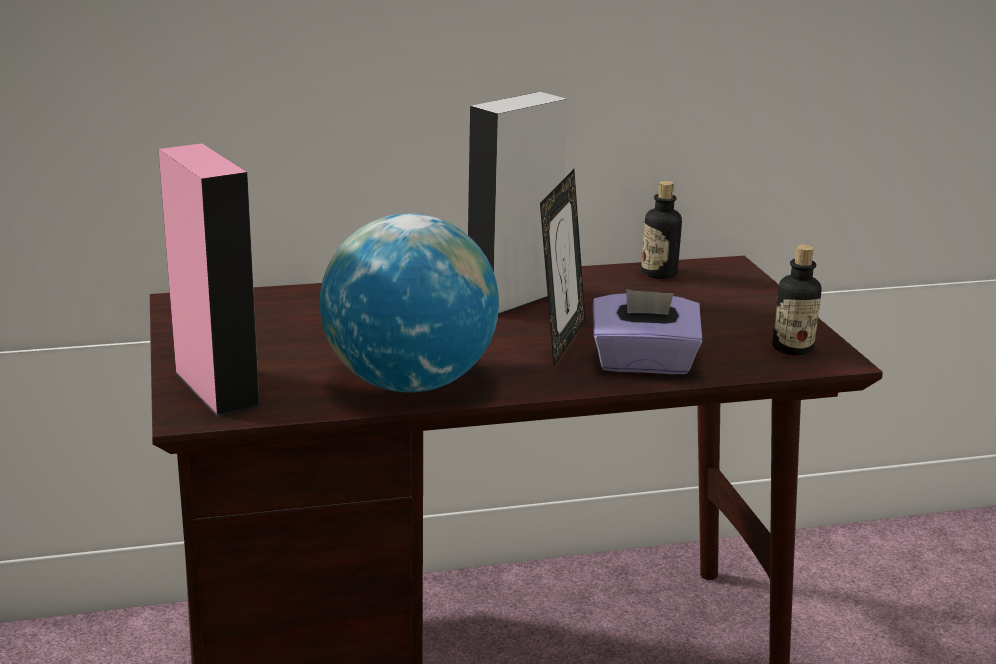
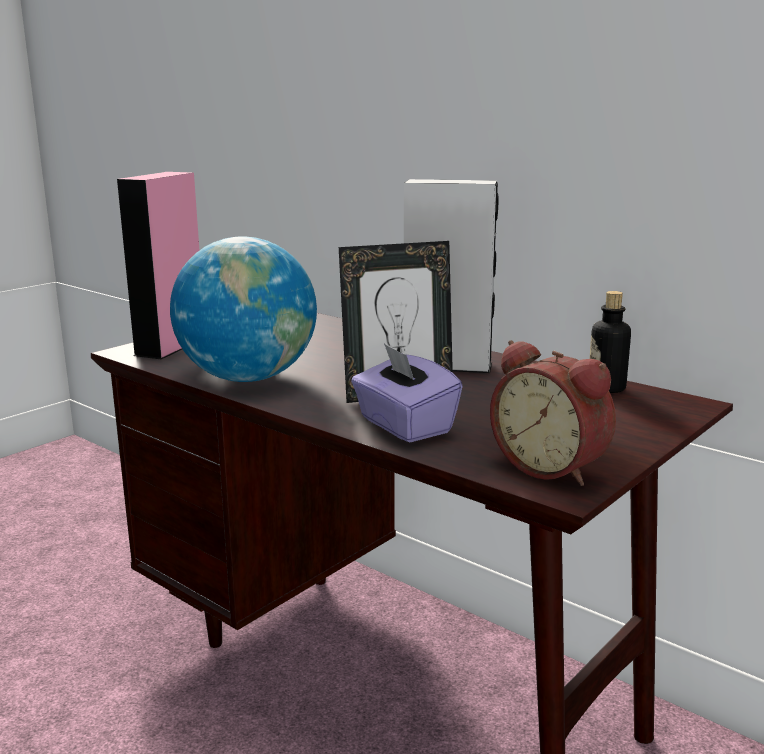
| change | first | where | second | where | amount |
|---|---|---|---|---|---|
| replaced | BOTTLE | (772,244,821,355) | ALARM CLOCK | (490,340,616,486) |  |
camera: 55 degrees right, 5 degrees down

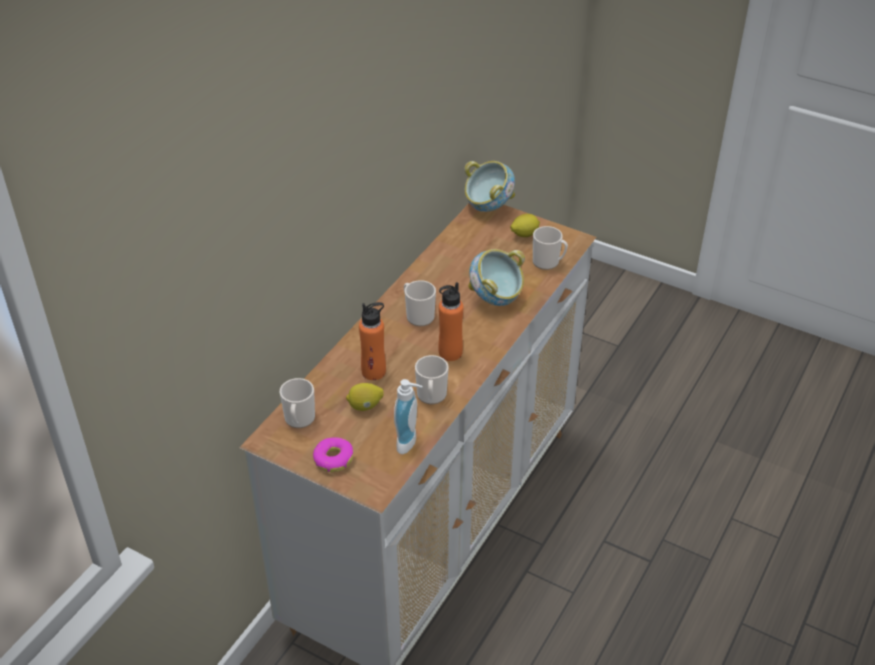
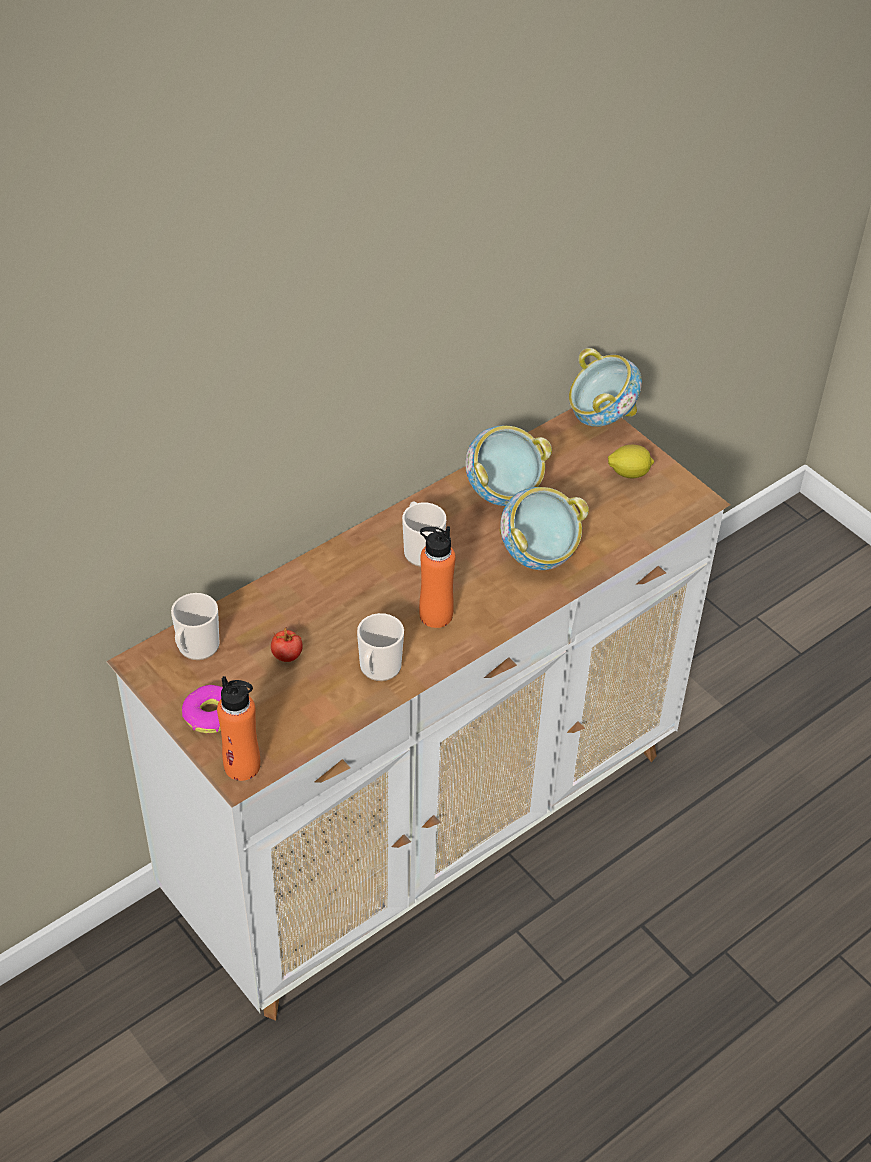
| change | first | where | second | where | amount |
|---|---|---|---|---|---|
| replaced | LEMON | (346,383,384,411) | TOMATO | (271,627,303,662) |  |
| moved | ORANGEY BOTTLE | (359,302,386,380) |  | (217,676,260,781) |  |
| removed | SOAP BOTTLE | (394,379,423,454) |  |  |  |
| removed | COFFEE MUG | (533,226,568,270) |  |  |  |
| added |  |  | BOWL | (466,426,552,506) |  |
camera: 20 degrees right, 5 degrees up

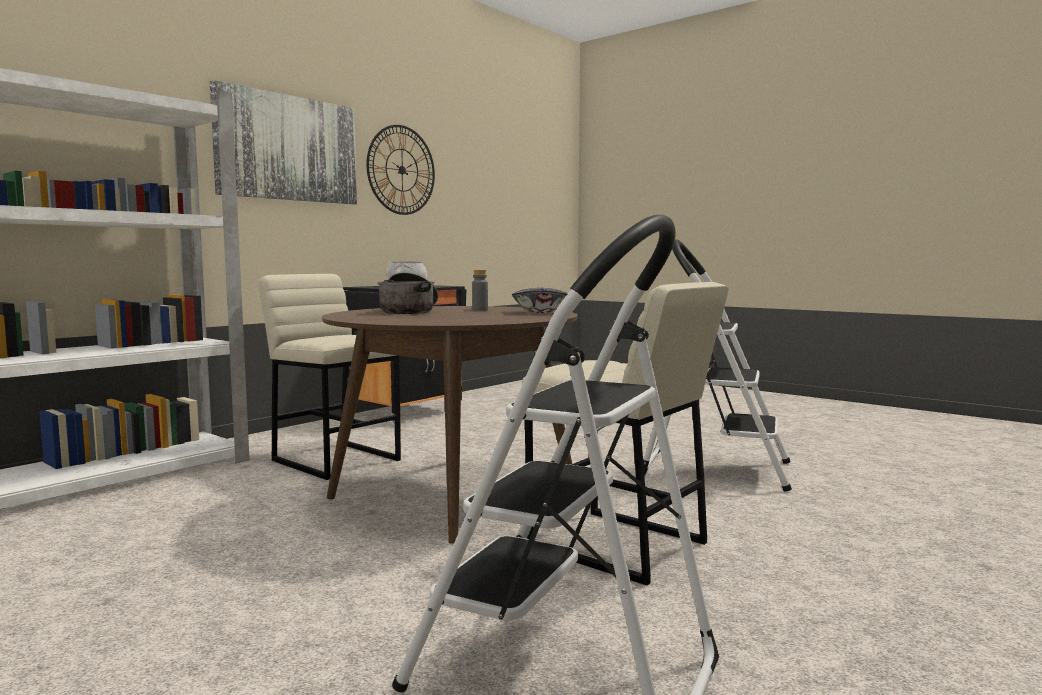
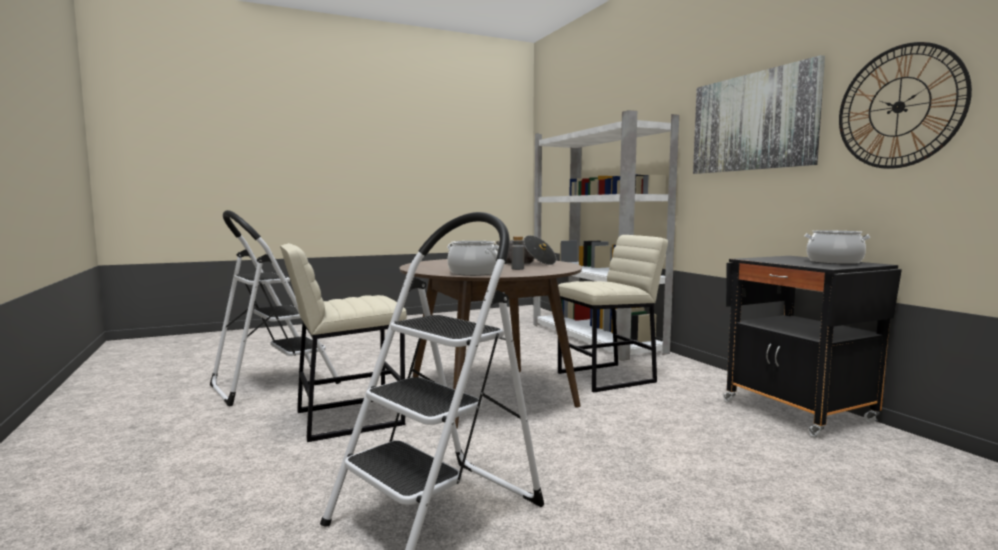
| change | first | where | second | where | amount |
|---|---|---|---|---|---|
| replaced | BOWL | (512,288,568,313) | STOCKPOT | (447,241,499,276) |  |
camera: 115 degrees right, 0 degrees up

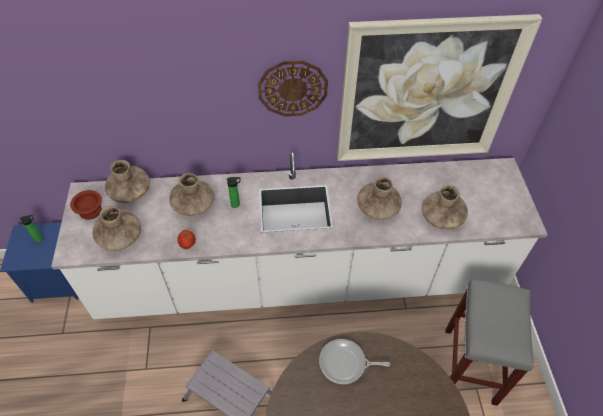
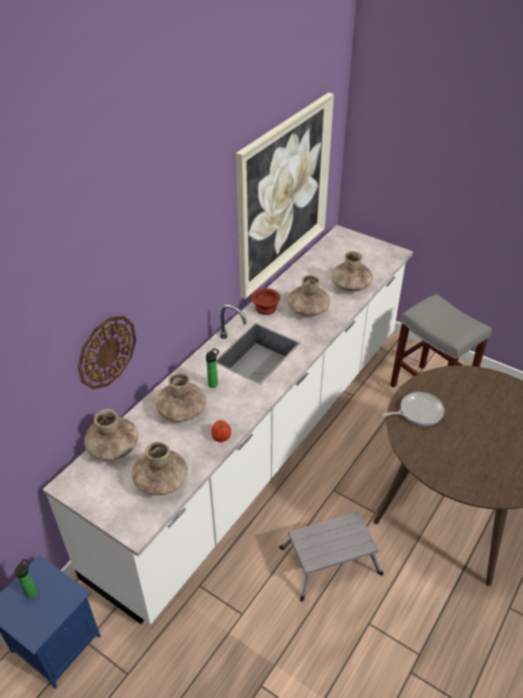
| change | first | where | second | where | amount |
|---|---|---|---|---|---|
| moved | BROWNISH BOWL | (70,190,102,220) |  | (252,288,280,315) |  |
| moved | CLOCK ON THE WALL | (258,60,328,116) |  | (78,316,136,390) |  |
| turned | FRYING PAN | (319,339,390,384) |  | (382,392,444,426) | 150 degrees counterclockwise |
camera: 50 degrees left, 10 degrees down

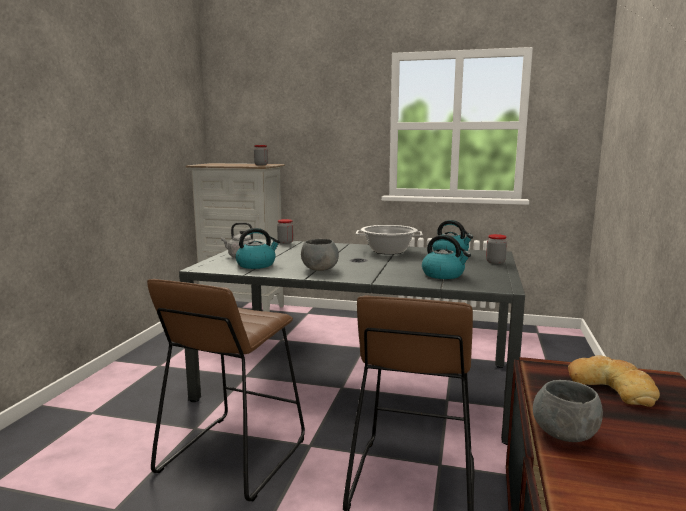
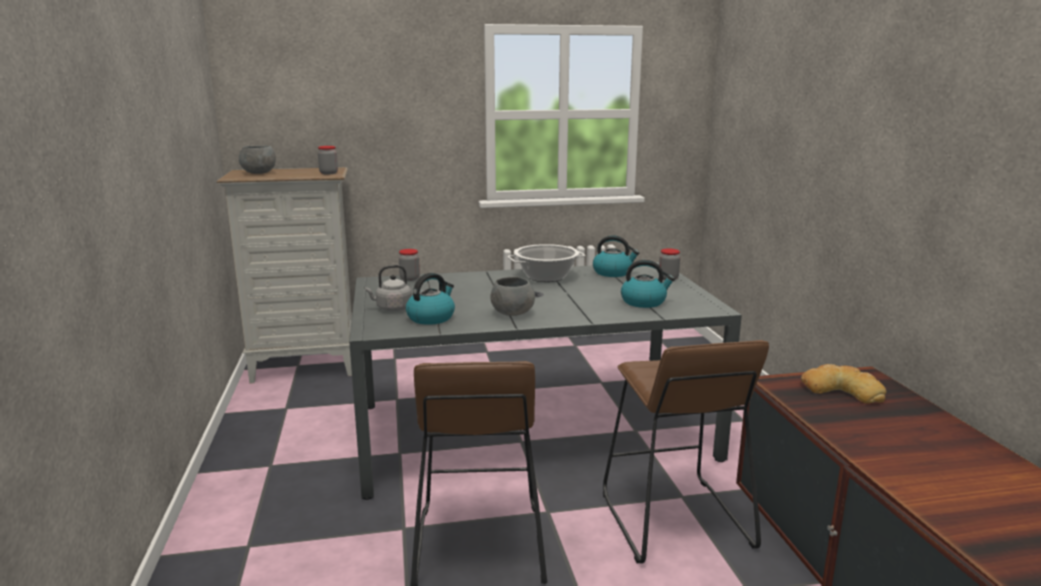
| change | first | where | second | where | amount |
|---|---|---|---|---|---|
| moved | GREY BOWL | (533,380,603,442) |  | (239,145,276,174) |  |
camera: 25 degrees left, 5 degrees up

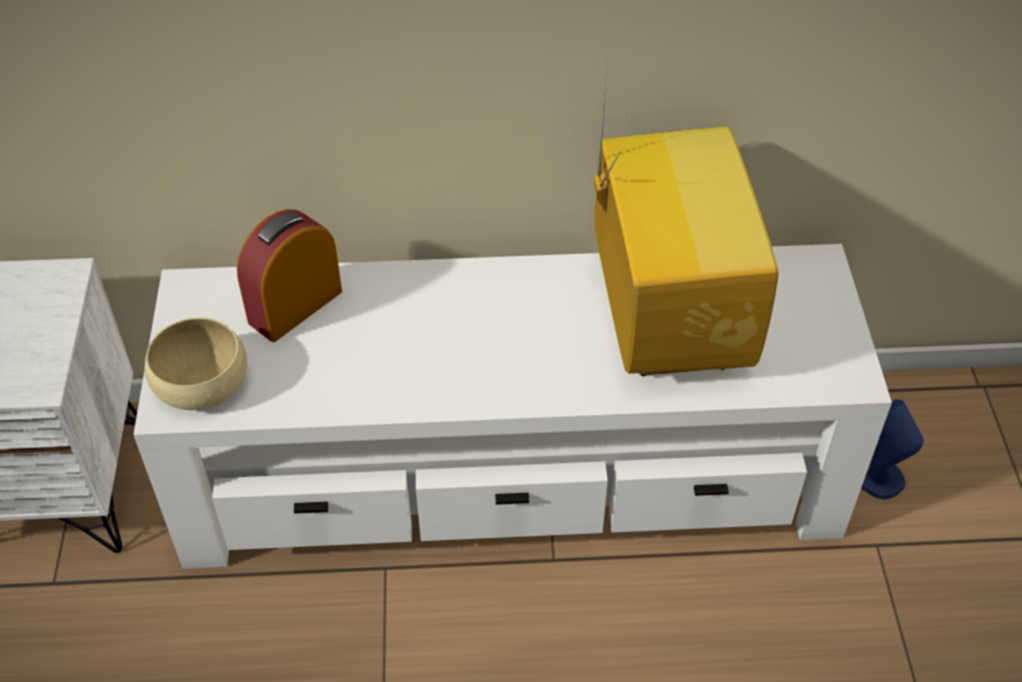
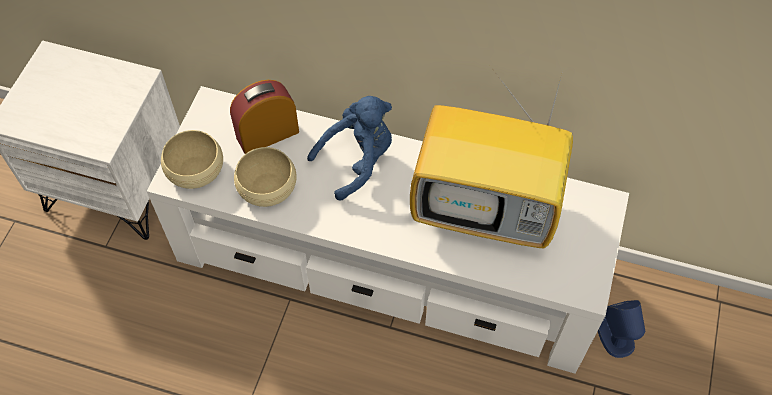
| change | first | where | second | where | amount |
|---|---|---|---|---|---|
| turned | TV | (594,63,778,376) |  | (410,67,573,248) | 90 degrees clockwise |
| added |  |  | BEIGE-COLOURED BOWL | (234,147,297,207) |  |
| added |  |  | BLUE-COLOURED SOFT TOY | (307,96,392,201) |  |
camera: 20 degrees right, 10 degrees up

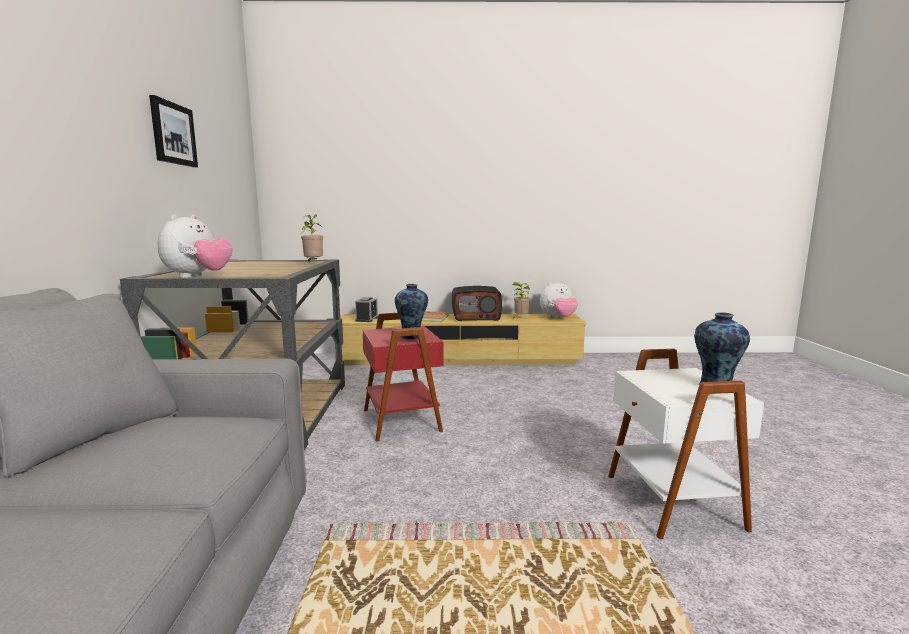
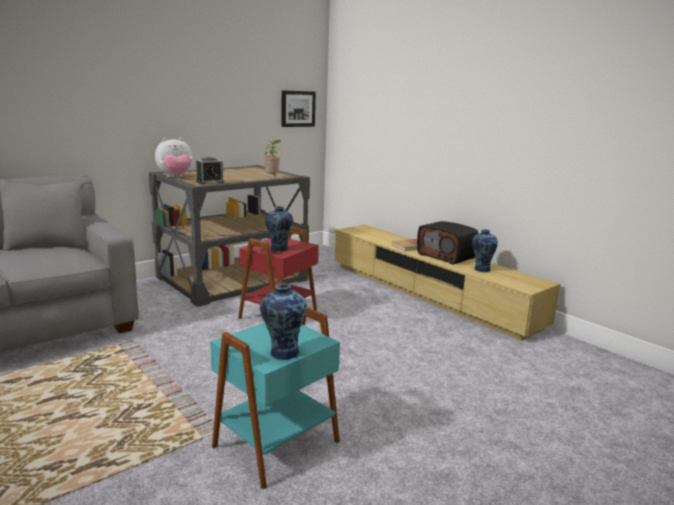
| change | first | where | second | where | amount |
|---|---|---|---|---|---|
| moved | PICTURE | (149,95,198,167) |  | (281,90,316,127) |  |
| moved | ALARM CLOCK | (355,297,378,322) |  | (196,157,225,184) |  |
| replaced | HOUSEPLANT | (512,282,530,318) | DECORATIVE VASE | (472,229,498,272) |  |
| removed | SOFT TOY | (540,281,578,318) |  |  |  |
| recoloured | WHITE END TABLE | (608,349,764,539) | BLUE-GREEN END TABLE | (210,307,340,489) |  |
camera: 50 degrees right, 5 degrees up

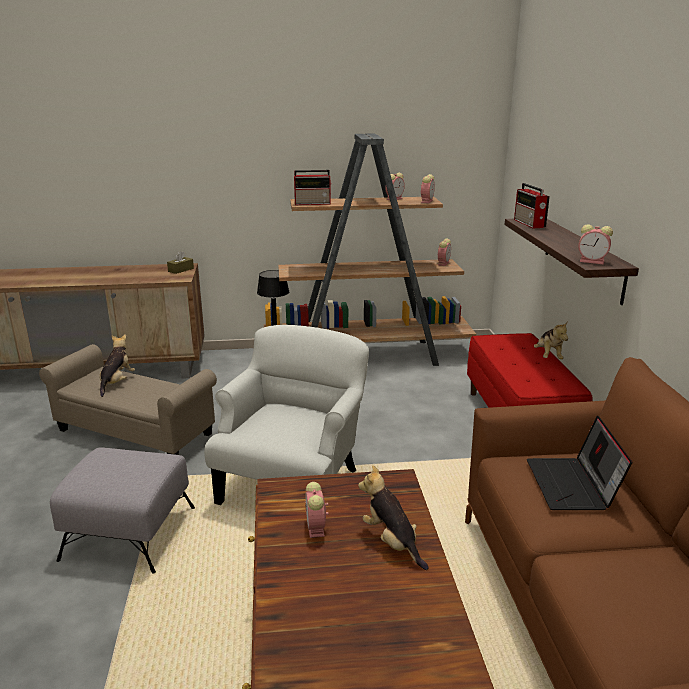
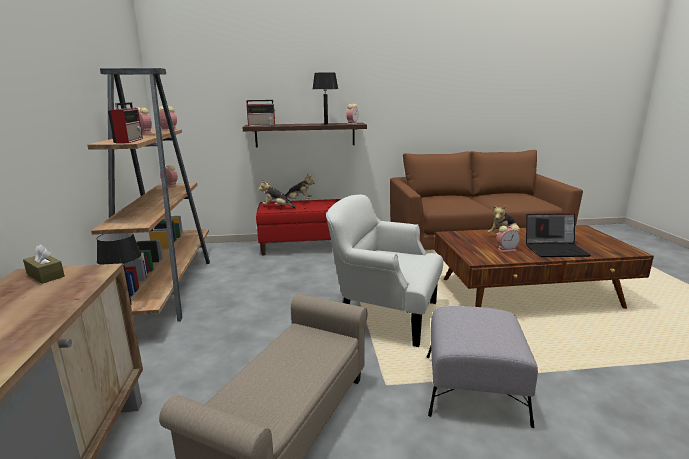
| change | first | where | second | where | amount |
|---|---|---|---|---|---|
| moved | SOFT TOY | (99,334,135,397) |  | (258,180,297,208) |  |
| moved | NOTEBOOK COMPUTER | (527,416,632,510) |  | (526,213,591,257) |  |
| added |  |  | BLACKISH LAMP FOR A TABLE | (313,72,338,125) |  |
camera: 90 degrees left, 5 degrees down

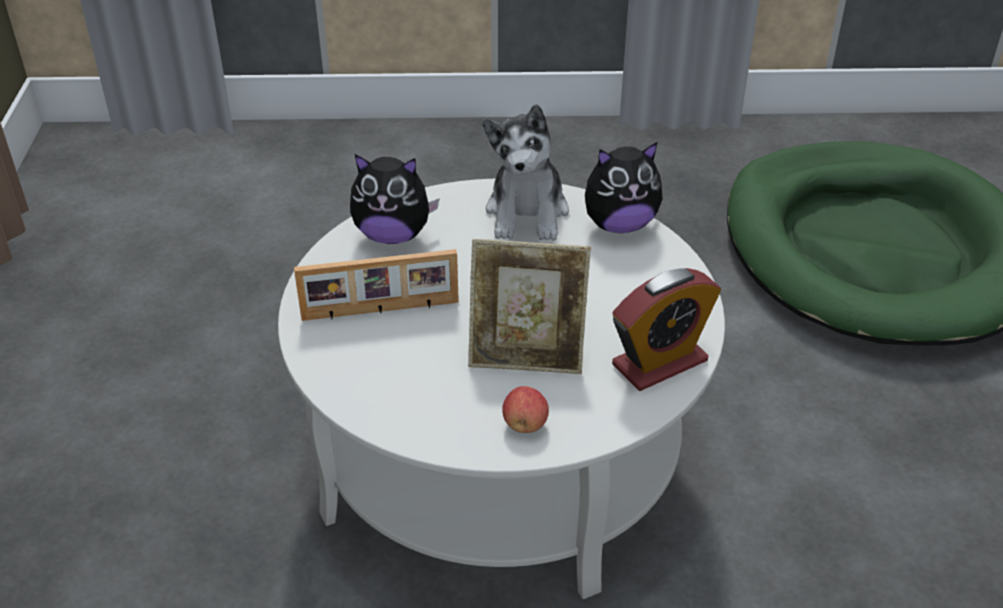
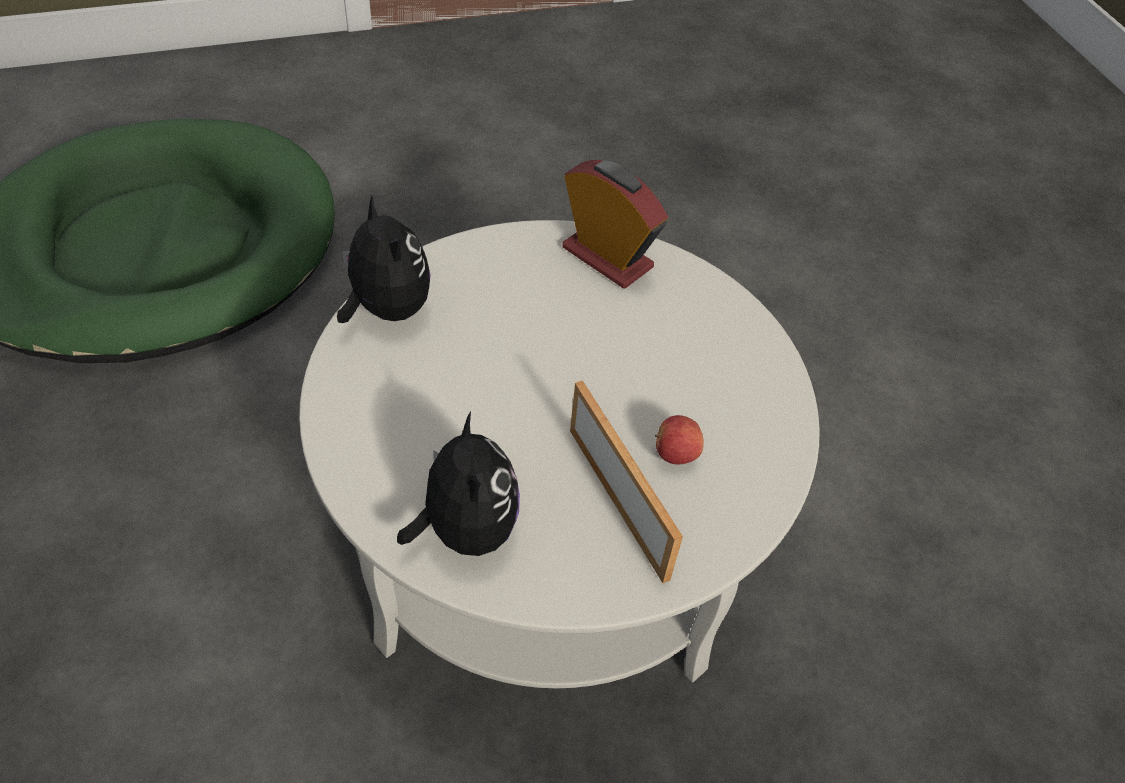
| change | first | where | second | where | amount |
|---|---|---|---|---|---|
| removed | PHOTO FRAME | (468,239,591,374) |  |  |  |
| removed | SOFT TOY | (483,104,569,241) |  |  |  |
| moved | APPLE | (502,386,549,433) |  | (655,415,704,464) |  |
camera: 110 degrees left, 10 degrees up

